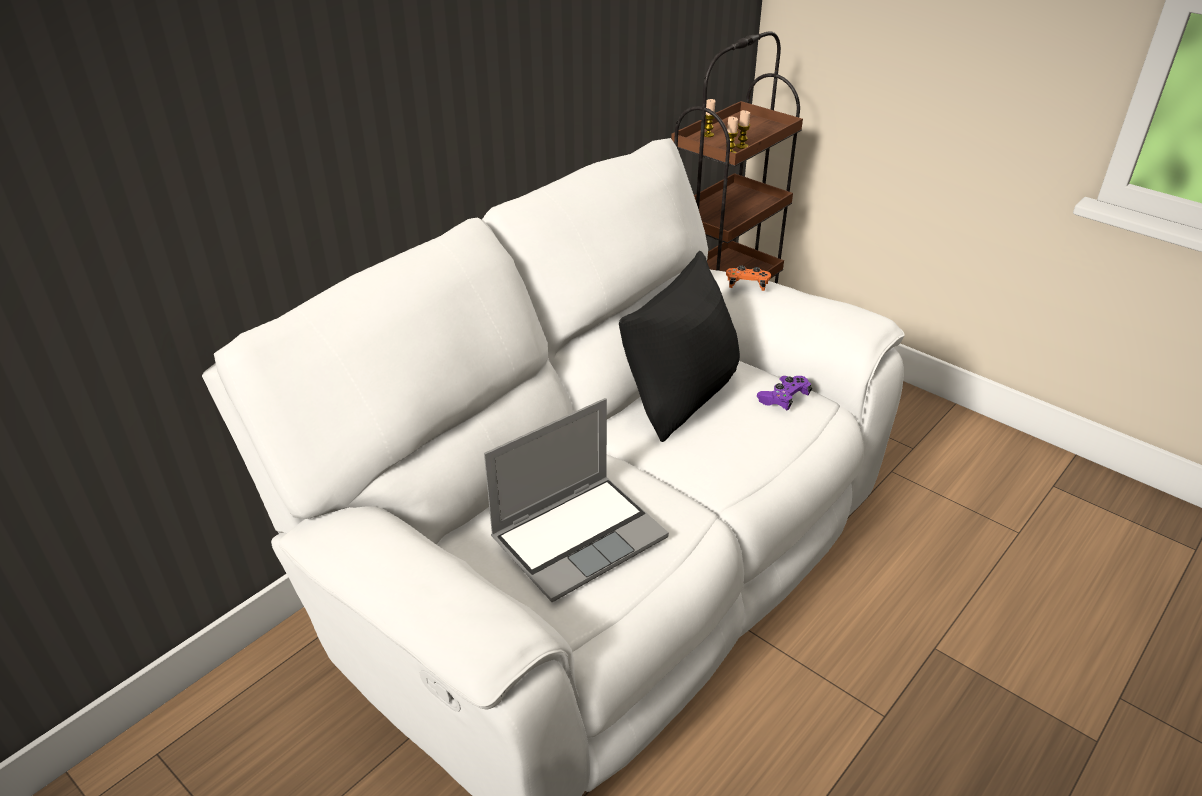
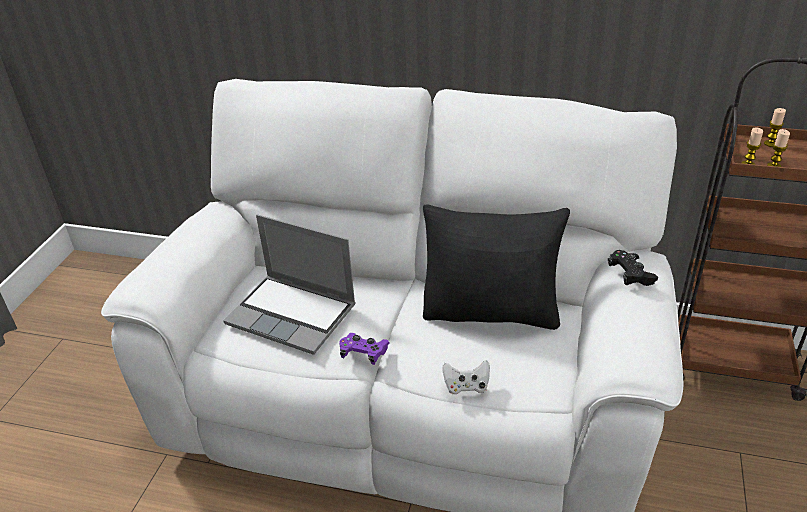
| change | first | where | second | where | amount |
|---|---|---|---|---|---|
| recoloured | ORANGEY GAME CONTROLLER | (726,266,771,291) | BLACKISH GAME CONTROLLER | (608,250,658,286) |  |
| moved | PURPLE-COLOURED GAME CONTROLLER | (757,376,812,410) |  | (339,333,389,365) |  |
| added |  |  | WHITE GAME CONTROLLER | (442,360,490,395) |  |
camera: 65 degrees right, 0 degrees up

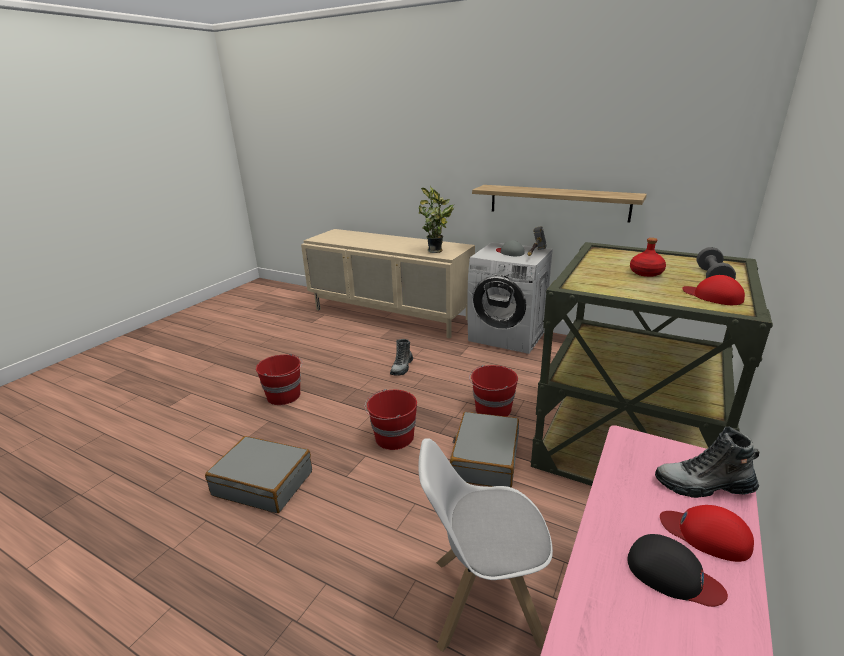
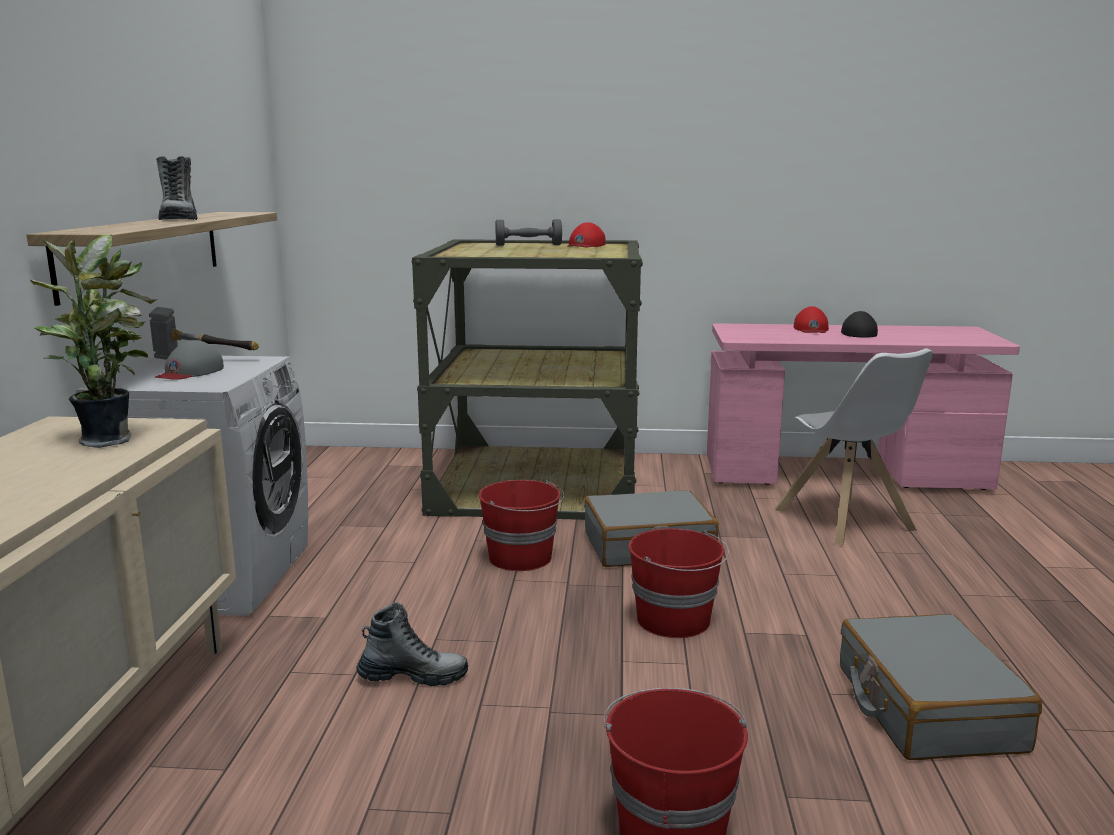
| change | first | where | second | where | amount |
|---|---|---|---|---|---|
| removed | RED BOTTLE | (630,238,666,277) |  |  |  |
| moved | HIGH-TOP BOOT | (655,427,760,498) |  | (156,156,198,220) |  |
camera: 115 degrees left, 10 degrees down

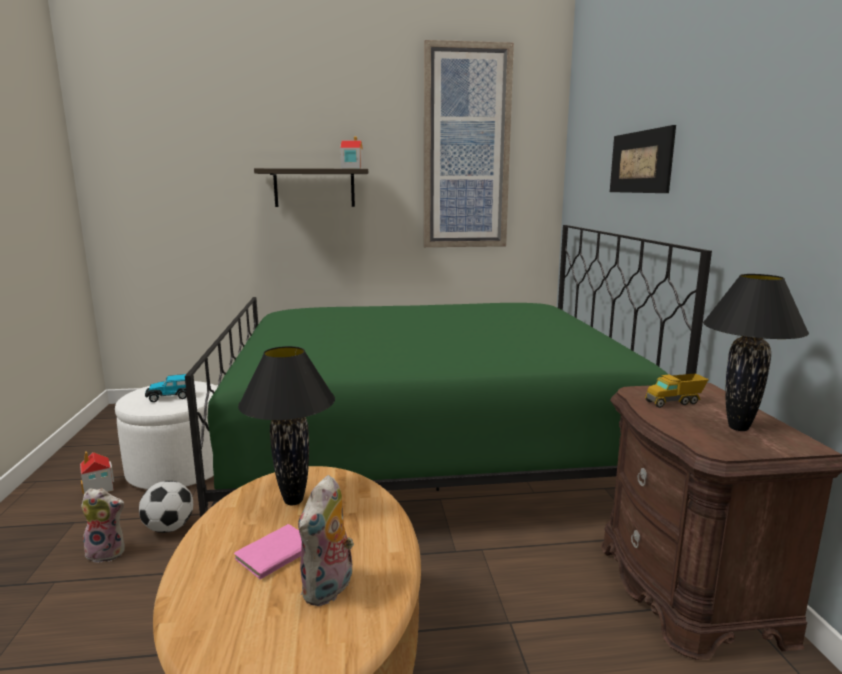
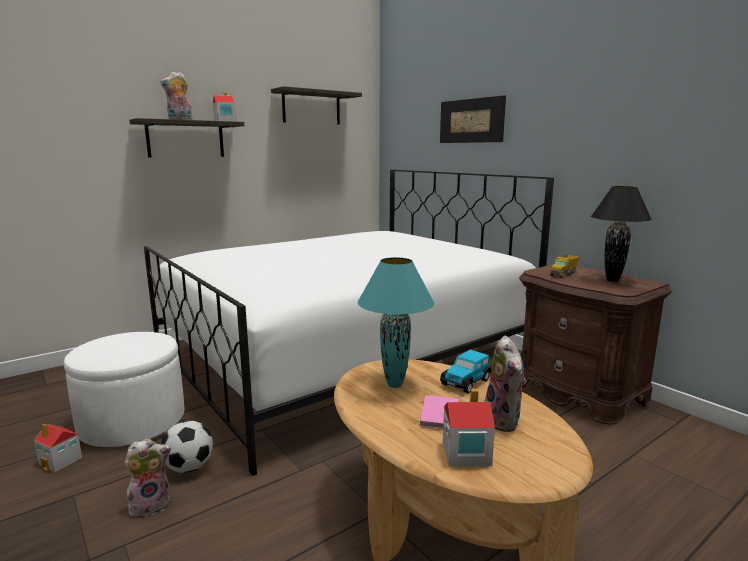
| change | first | where | second | where | amount |
|---|---|---|---|---|---|
| moved | MINIATURE CAR | (145,374,187,402) |  | (440,350,492,393) |  |
| recoloured | GREEN-COLOURED SLEEPING BED | (185,225,712,517) | WHITE SLEEPING BED | (144,170,554,476) |  |
| recoloured | BLACKISH LAMP FOR A TABLE | (238,346,335,505) | BLUE-GREEN LAMP FOR A TABLE | (358,257,434,388) |  |
| replaced | PICTURE | (424,40,514,247) | BRACKET SHELF | (271,86,362,125) |  |
| added |  |  | SOFT TOY | (160,72,193,120) |  |
| added |  |  | MINIATURE HOUSE | (443,389,495,467) |  |
camera: 30 degrees left, 0 degrees up

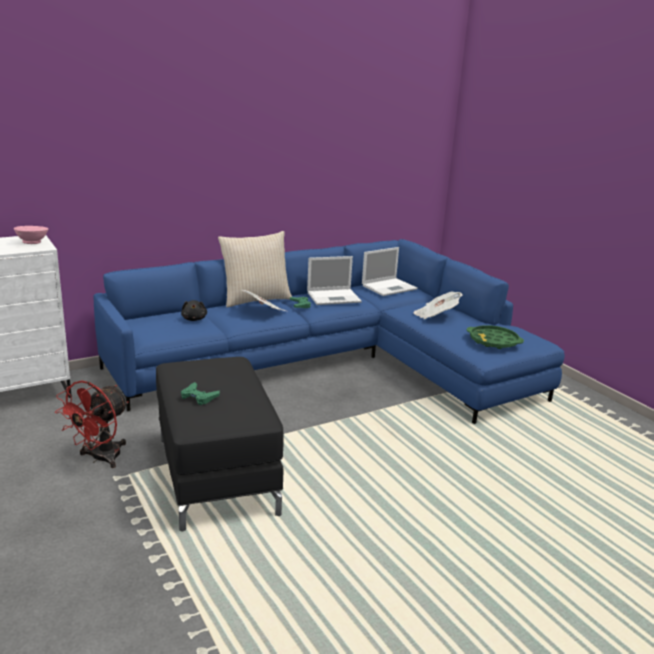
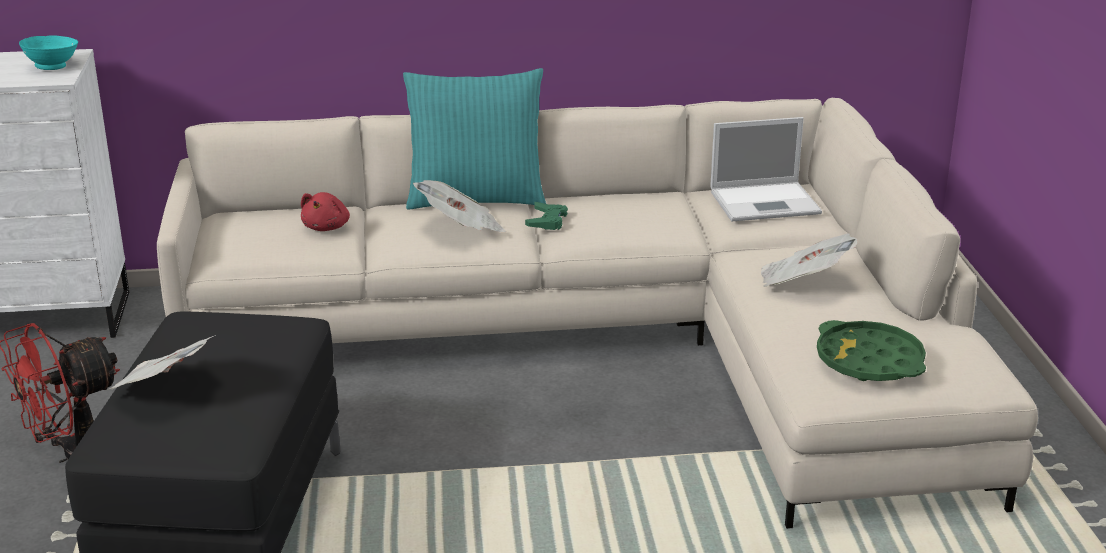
| change | first | where | second | where | amount |
|---|---|---|---|---|---|
| recoloured | PINKISH BOWL | (14,226,48,244) | BLUE-GREEN BOWL | (19,35,78,70) |  |
| recoloured | BLUE-COLOURED COUCH | (93,239,565,424) | BEIGE-COLOURED COUCH | (157,97,1038,529) |  |
| recoloured | BLACKISH SOFT TOY | (181,300,207,321) | RED SOFT TOY | (301,192,350,231) |  |
| replaced | GREEN-COLOURED GAME CONTROLLER | (181,382,220,405) | NEWSPAPER | (107,335,216,390) |  |
| recoloured | BEIGE-COLOURED PILLOW | (218,231,292,307) | BLUE-GREEN PILLOW | (403,68,546,210) |  |
| removed | NOTEBOOK COMPUTER | (307,256,362,305) |  |  |  |
camera: 25 degrees right, 5 degrees up

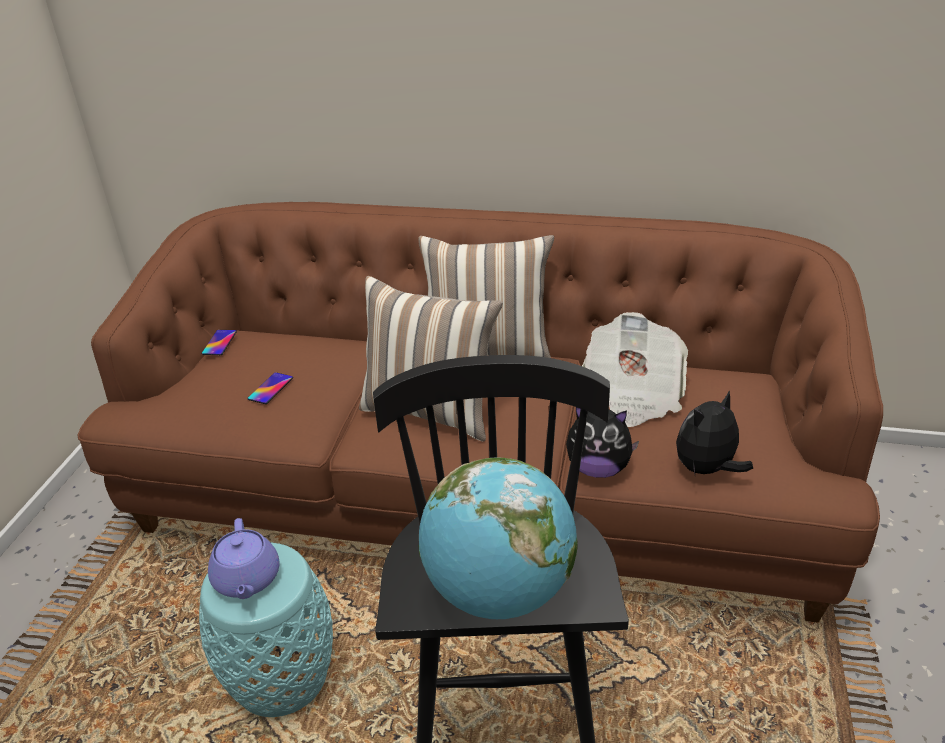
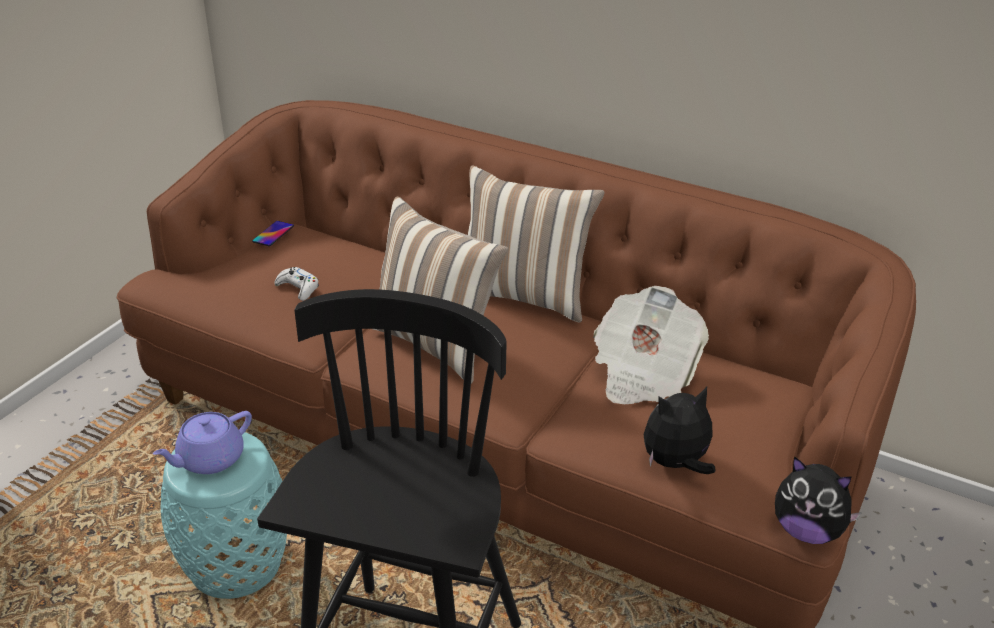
| change | first | where | second | where | amount |
|---|---|---|---|---|---|
| turned | PURPLE-COLOURED POT FOR TEA | (208,518,279,599) |  | (153,411,252,474) | 45 degrees clockwise |
| replaced | HANDSET | (247,372,293,404) | WHITE GAME CONTROLLER | (274,267,319,301) |  |
| removed | WORLD GLOBE | (419,458,578,619) |  |  |  |
| moved | SOFT TOY | (566,407,639,478) |  | (775,456,862,544) |  |
camera: 15 degrees right, 0 degrees up

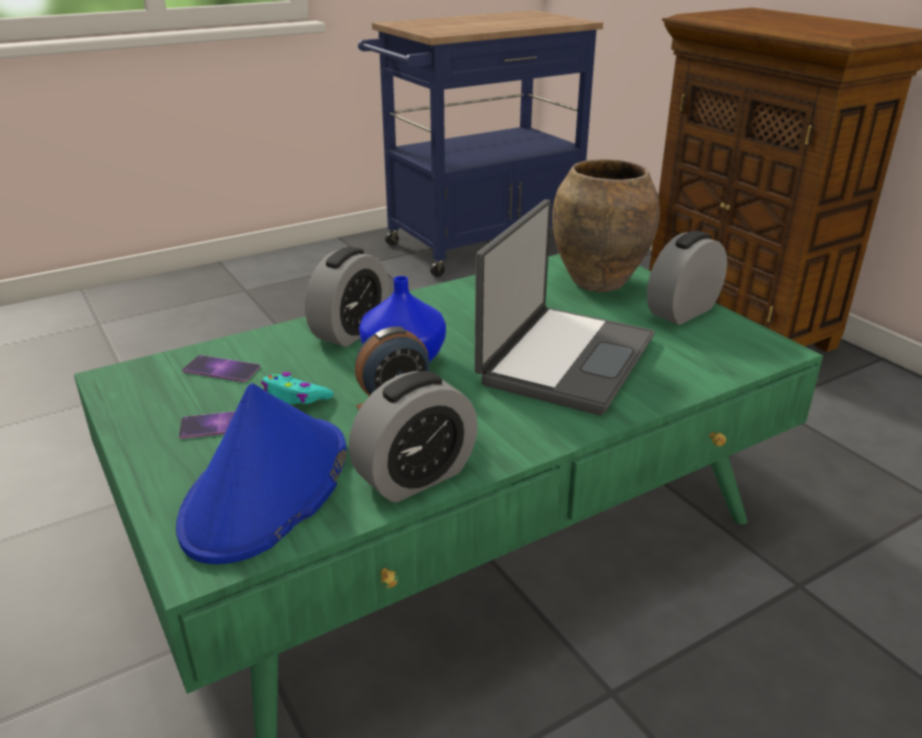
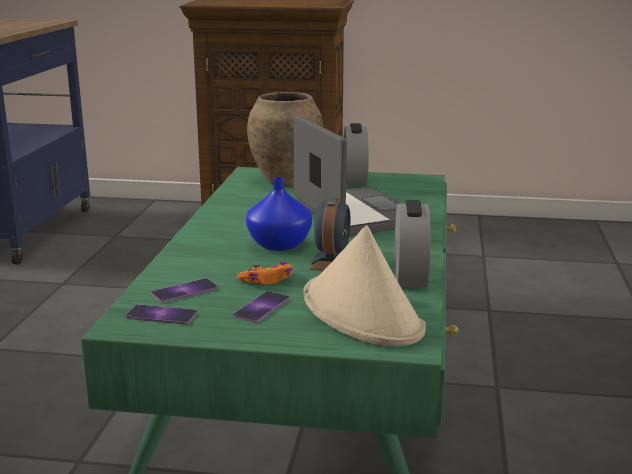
| change | first | where | second | where | amount |
|---|---|---|---|---|---|
| recoloured | BLUE-COLOURED HAT | (176,383,347,564) | BEIGE-COLOURED HAT | (303,225,426,346) |  |
| recoloured | BLUE-GREEN GAME CONTROLLER | (261,372,334,404) | ORANGEY GAME CONTROLLER | (237,262,293,285) |  |
| removed | ALARM CLOCK | (305,247,389,347) |  |  |  |
| added |  |  | HANDSET | (125,304,197,325) |  |
camera: 50 degrees left, 10 degrees down

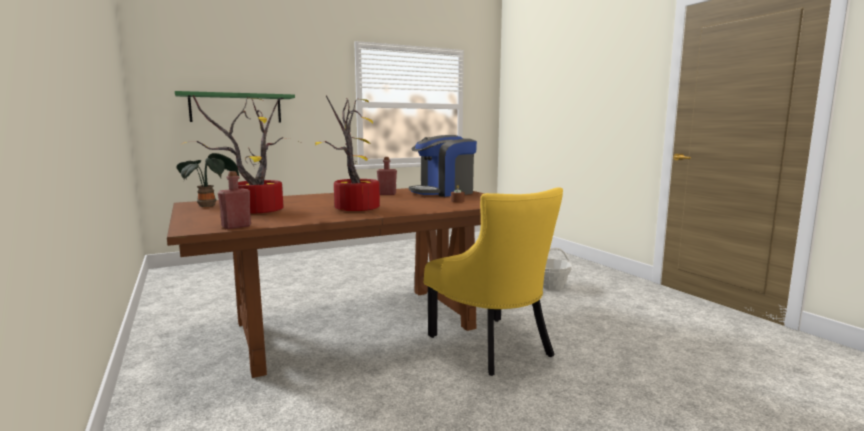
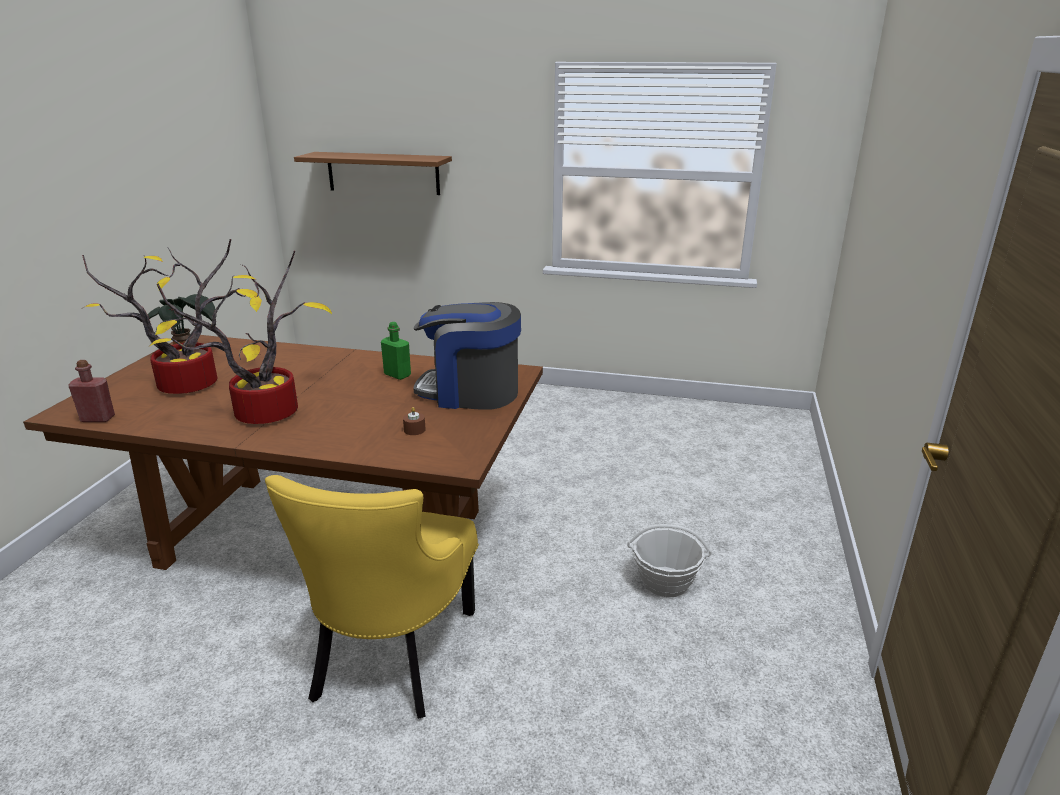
| change | first | where | second | where | amount |
|---|---|---|---|---|---|
| recoloured | GREEN-COLOURED BRACKET SHELF | (175,91,295,122) | BROWNISH BRACKET SHELF | (294,152,452,195) |  |
| recoloured | RED BOTTLE | (377,157,397,195) | GREEN-COLOURED BOTTLE | (381,322,411,380) |  |
camera: 40 degrees right, 15 degrees up

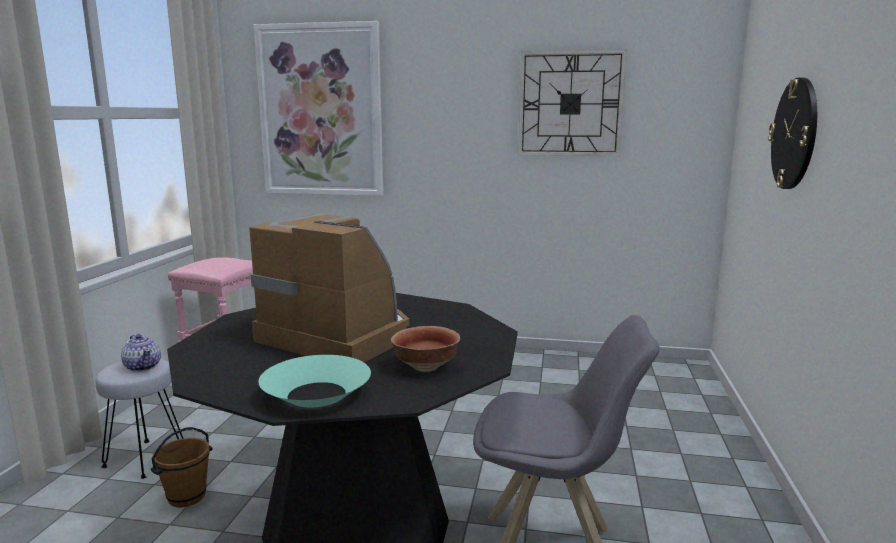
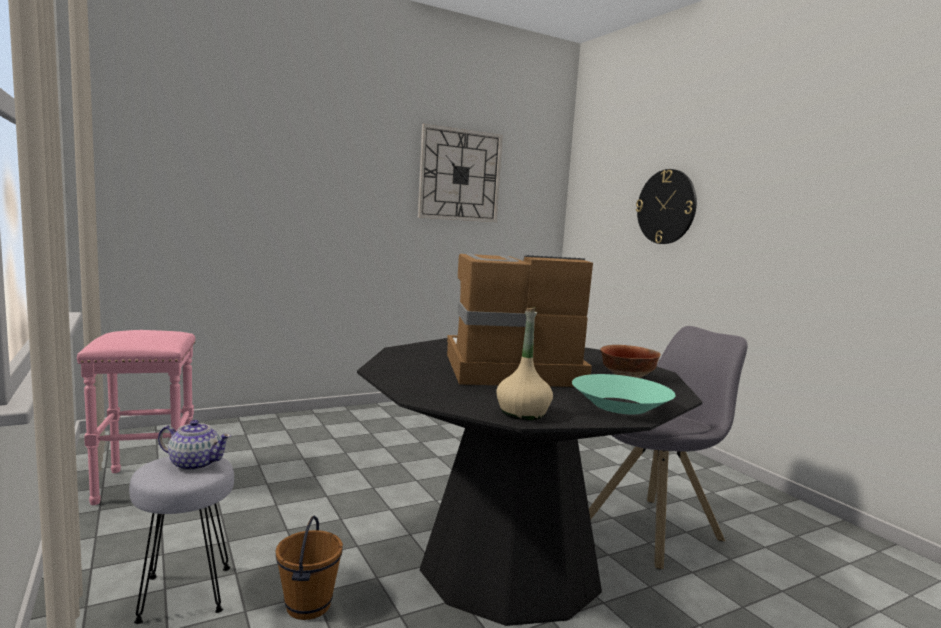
| change | first | where | second | where | amount |
|---|---|---|---|---|---|
| removed | PICTURE | (254,21,383,196) |  |  |  |
| added |  |  | BEIGE-COLOURED BOTTLE | (496,308,553,420) |  |
camera: 40 degrees left, 5 degrees down

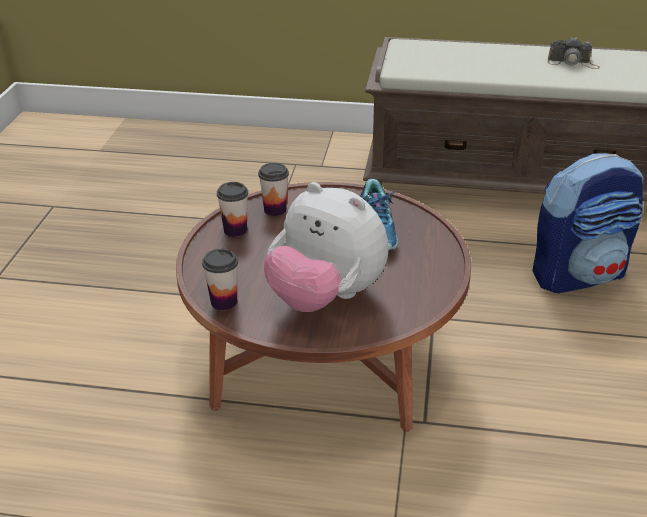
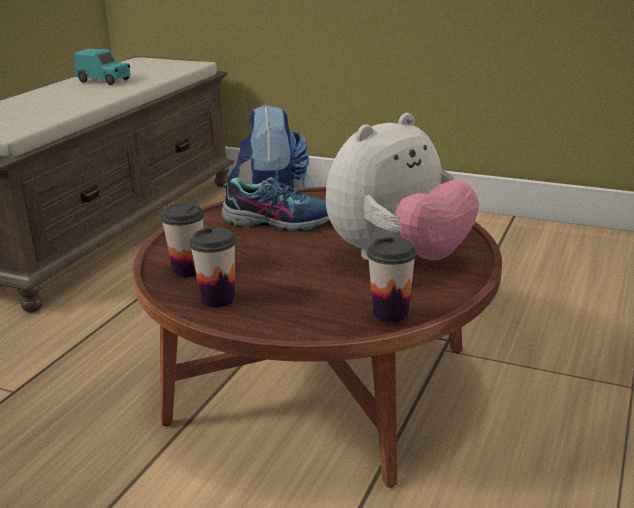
| change | first | where | second | where | amount |
|---|---|---|---|---|---|
| replaced | STILL CAMERA | (548,37,600,69) | BLUE-GREEN MINIATURE CAR | (74,49,130,85) |  |
camera: 75 degrees left, 10 degrees down

